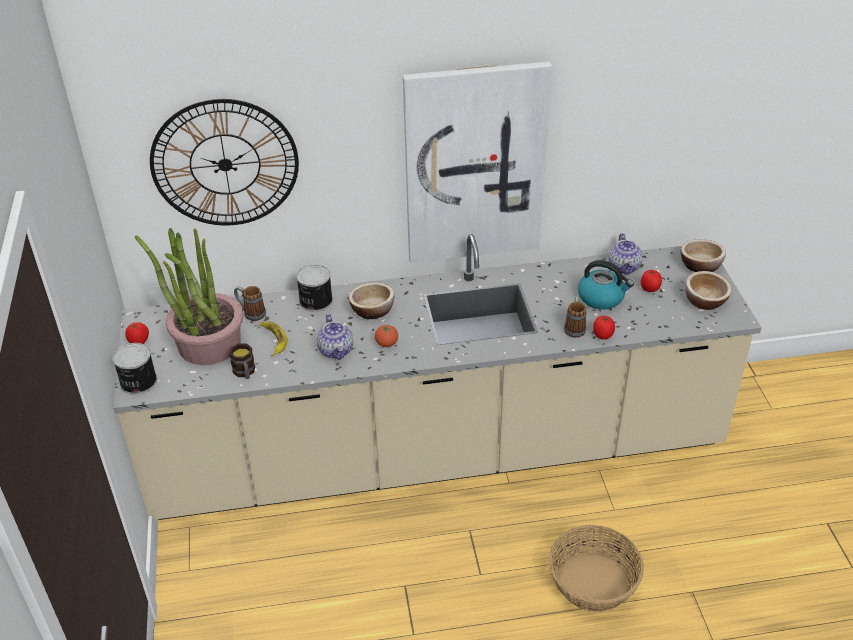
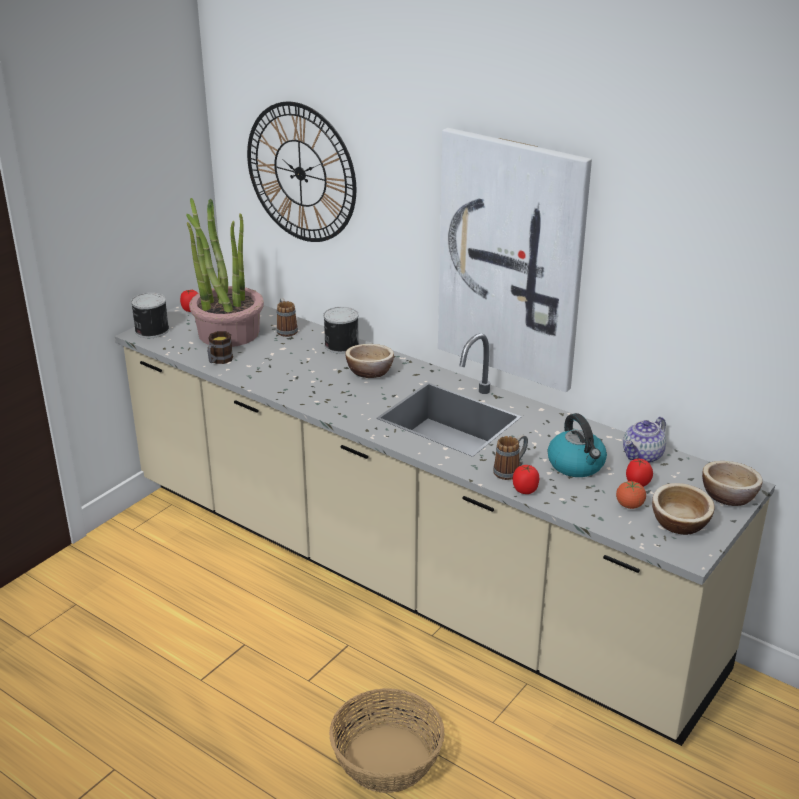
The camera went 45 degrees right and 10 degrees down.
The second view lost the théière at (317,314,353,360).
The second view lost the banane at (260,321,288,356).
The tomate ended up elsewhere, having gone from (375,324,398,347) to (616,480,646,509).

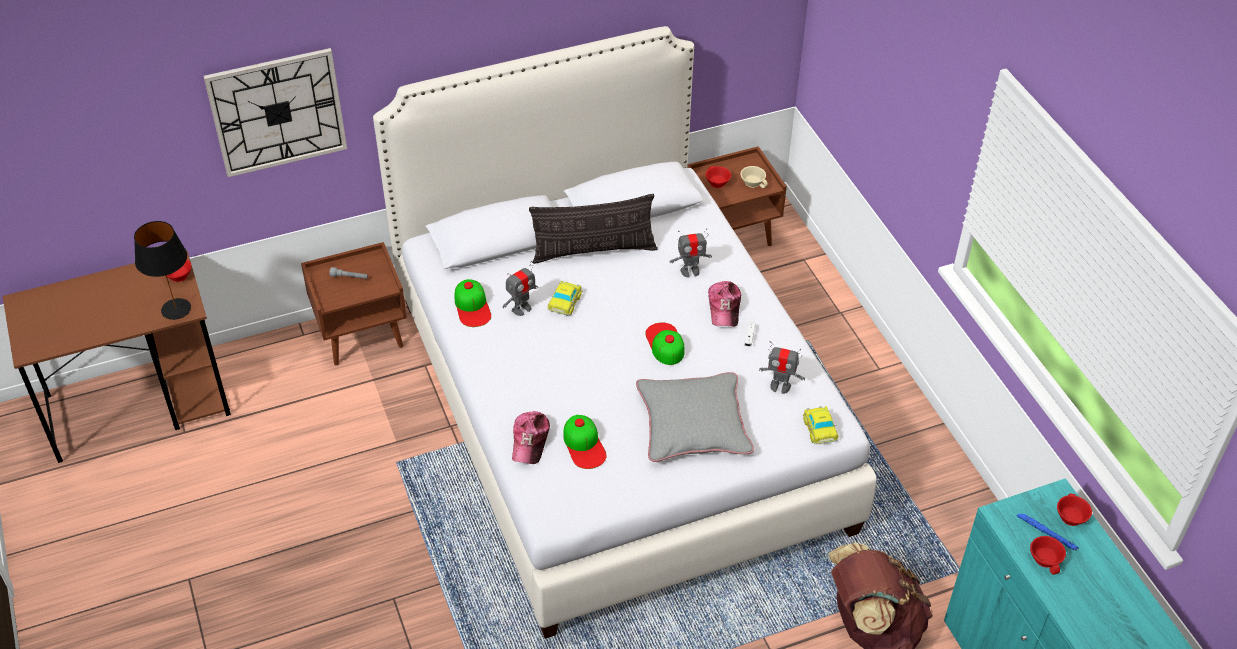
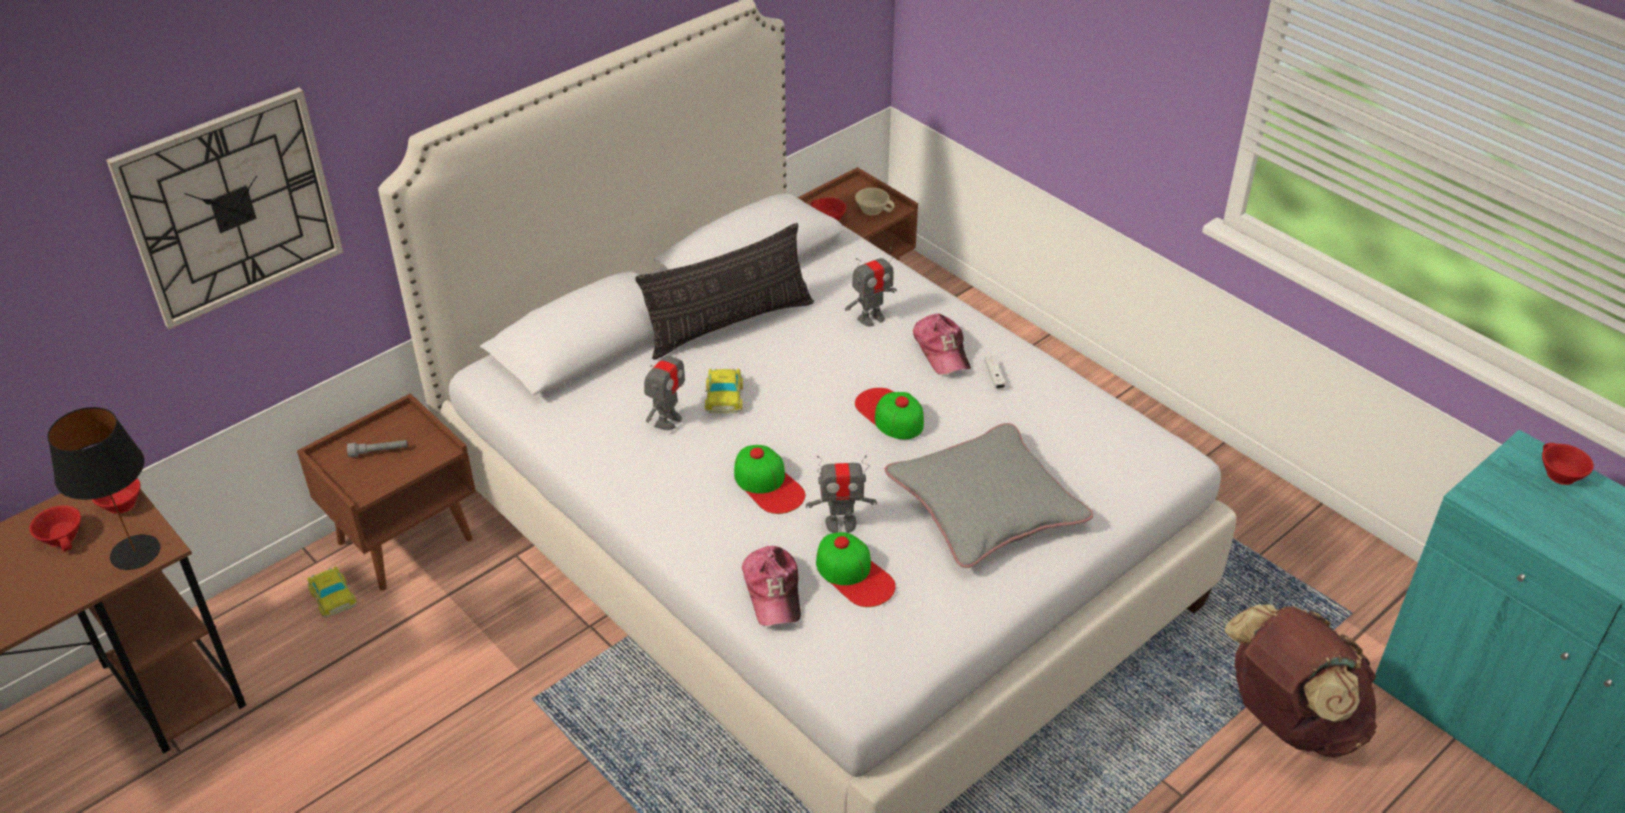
The camera went 20 degrees left and 5 degrees down.
The casquette ended up elsewhere, having gone from (455,279,491,327) to (734,445,805,514).
The robot jouet ended up elsewhere, having gone from (759,341,805,394) to (806,455,877,533).
The petite voiture ended up elsewhere, having gone from (803,406,839,444) to (307,566,357,617).
The second view lost the lampe de poche [bleu] at (1017,514,1079,551).
The tasse [rouge] ended up elsewhere, having gone from (1030,536,1066,575) to (29,505,81,552).

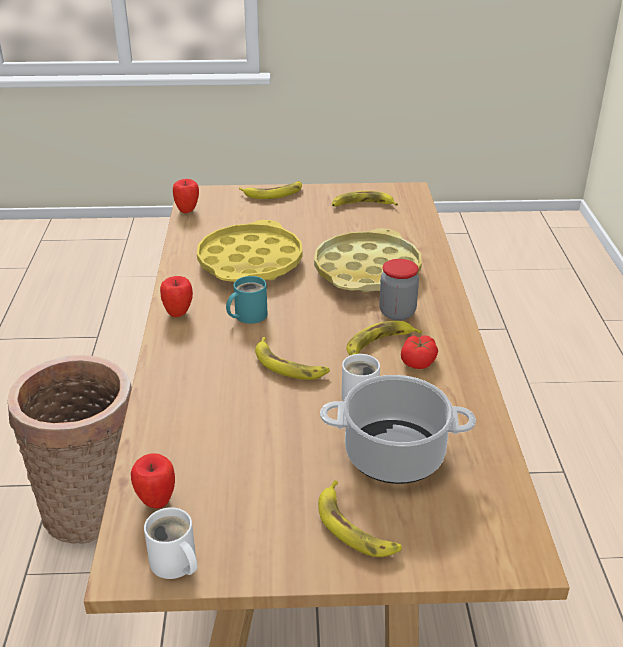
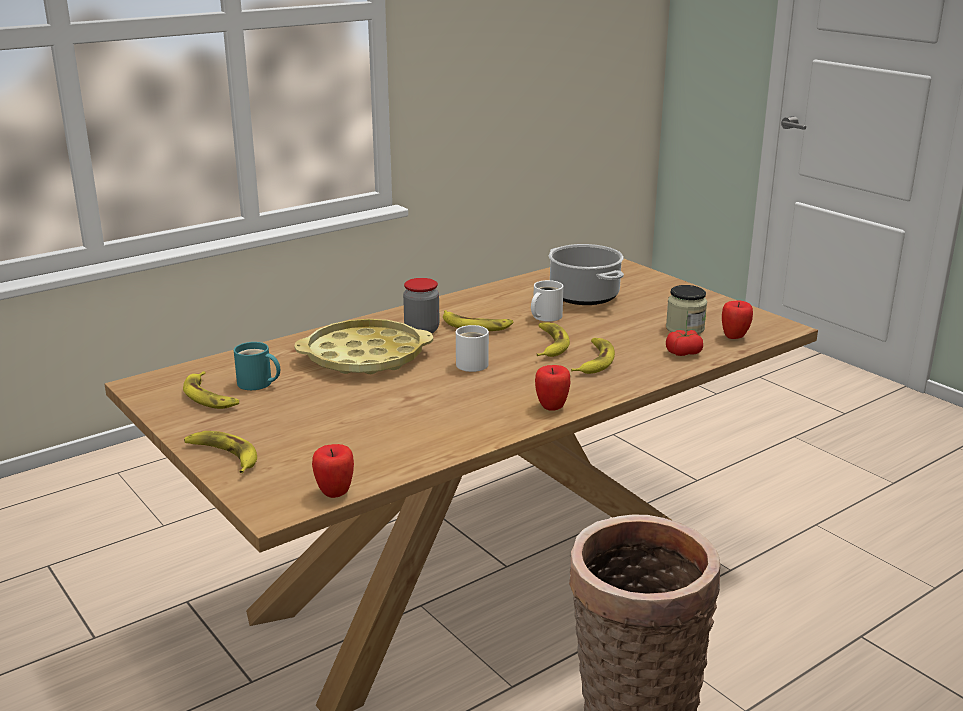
The camera went 125 degrees left and 10 degrees down.
The second view lost the plateau [jaune] at (197,220,302,282).
The mug [turquoise] ended up elsewhere, having gone from (226,276,267,324) to (234,342,280,390).
The tomate ended up elsewhere, having gone from (401,335,438,369) to (666,330,703,356).
The banane ended up elsewhere, having gone from (318,480,402,557) to (571,338,615,374).
The mug [blanc] ended up elsewhere, having gone from (144,507,197,579) to (456,325,489,372).
The second view gained the bocal at (666,285,707,334).

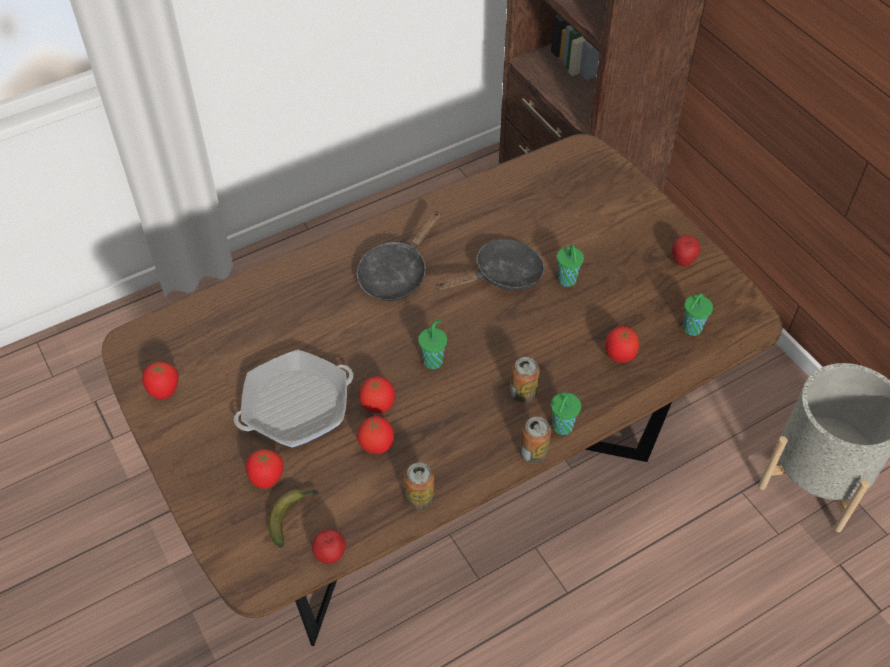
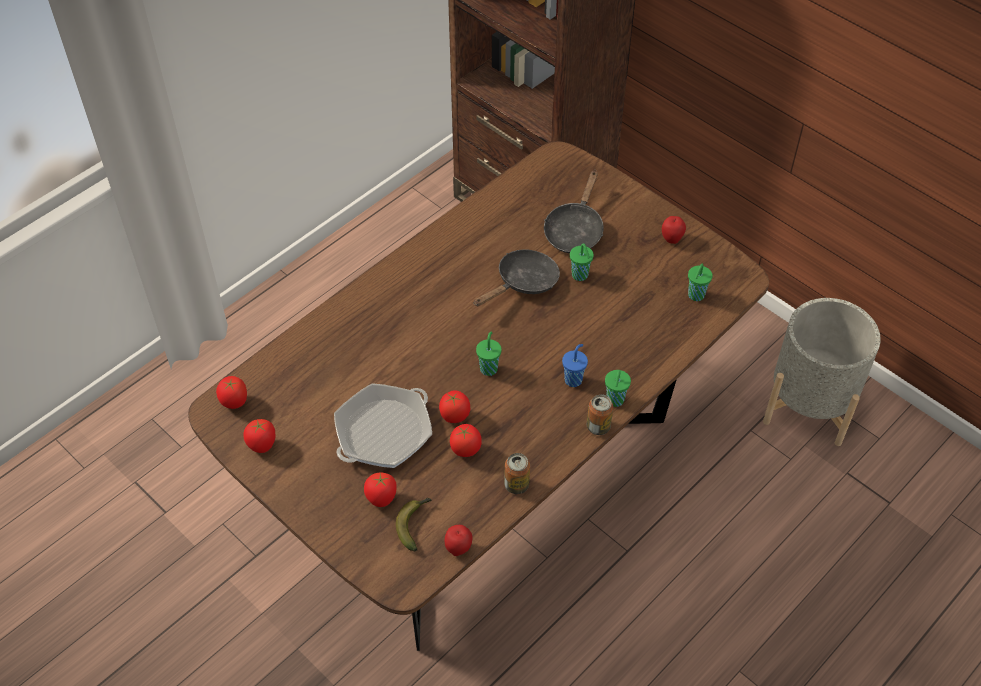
The camera went 15 degrees left and 0 degrees up.
The poêle [noir] ended up elsewhere, having gone from (357,210,441,301) to (544,170,604,253).
The tomate ended up elsewhere, having gone from (605,326,639,363) to (216,376,247,409).
Where the boîte métallique stood at (510,357,540,403), the tasse [bleu] came to stand at (562,344,588,387).

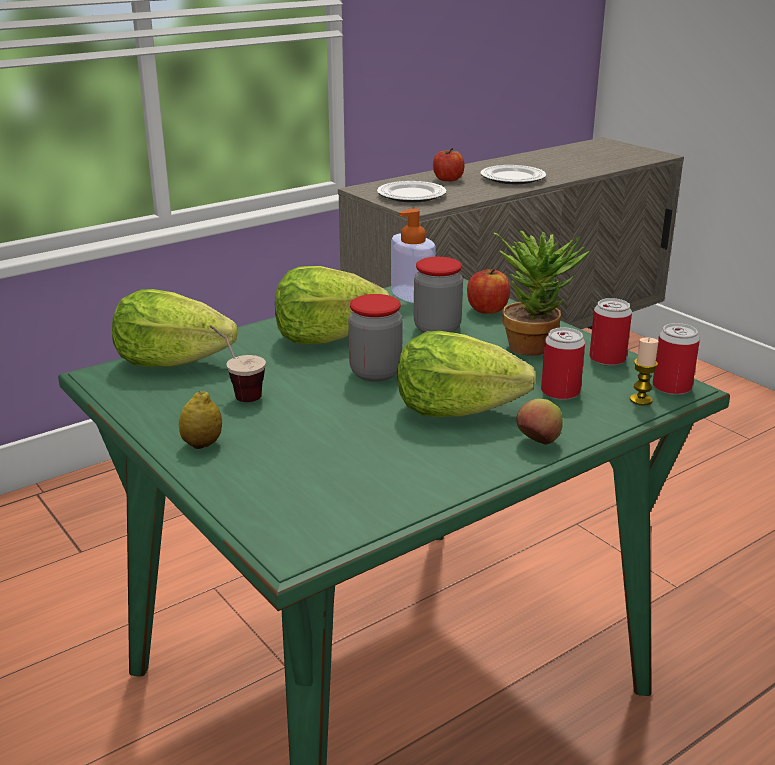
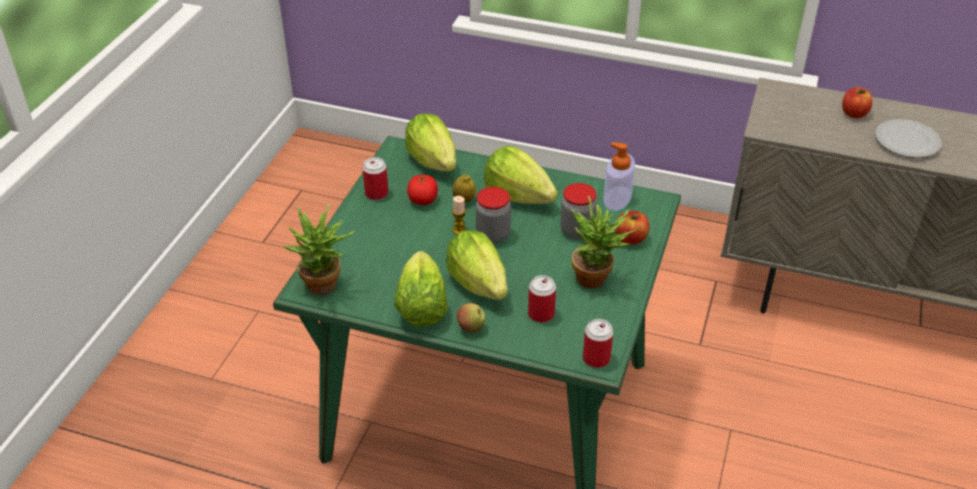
The camera went 55 degrees right and 15 degrees up.
The second view lost the assiette at (377,181,447,203).
The boîte métallique ended up elsewhere, having gone from (589,298,632,366) to (362,157,388,200).
Where the tasse stood at (210,325,266,402), the tomate came to stand at (407,175,438,205).
The bougie ended up elsewhere, having gone from (630,337,659,406) to (452,196,466,234).
The citron ended up elsewhere, having gone from (179,391,222,449) to (453,174,476,203).
The second view gained the plante en pot at (283,203,355,295).
The second view gained the laitue at (394,251,448,326).

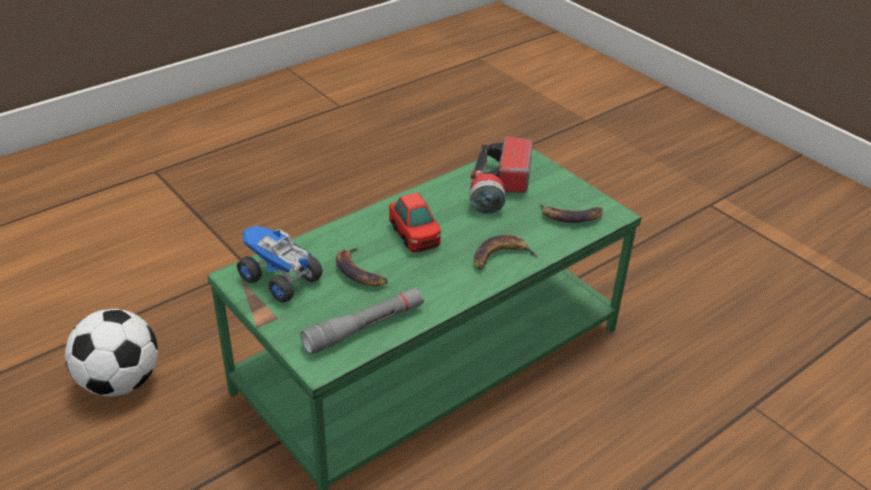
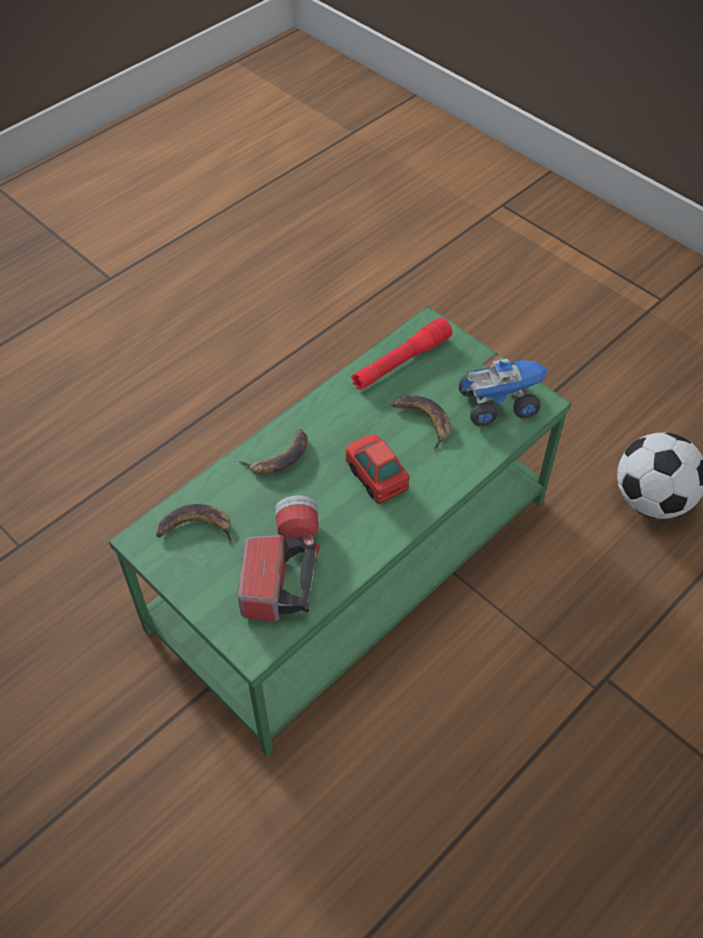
The camera went 175 degrees right and 15 degrees up.
The camion jouet at (237,226,323,302) ended up facing another way, 45 degrees counterclockwise from before.
What was the lampe de poche [gris] at (301,287,424,355) turned into the lampe de poche [rouge] at (351,317,452,390).

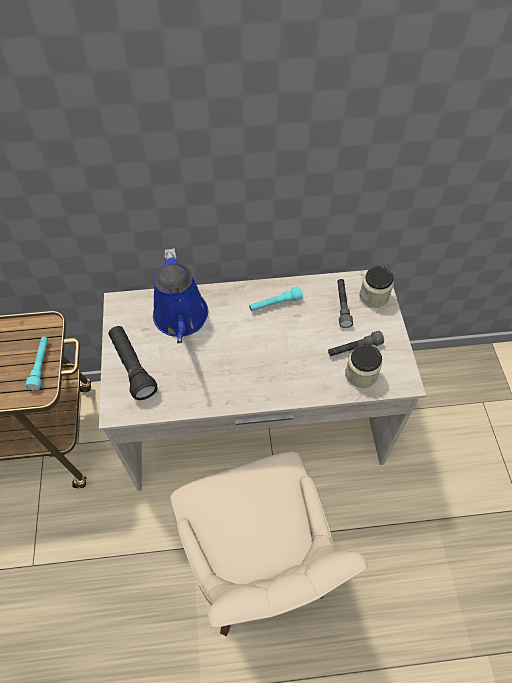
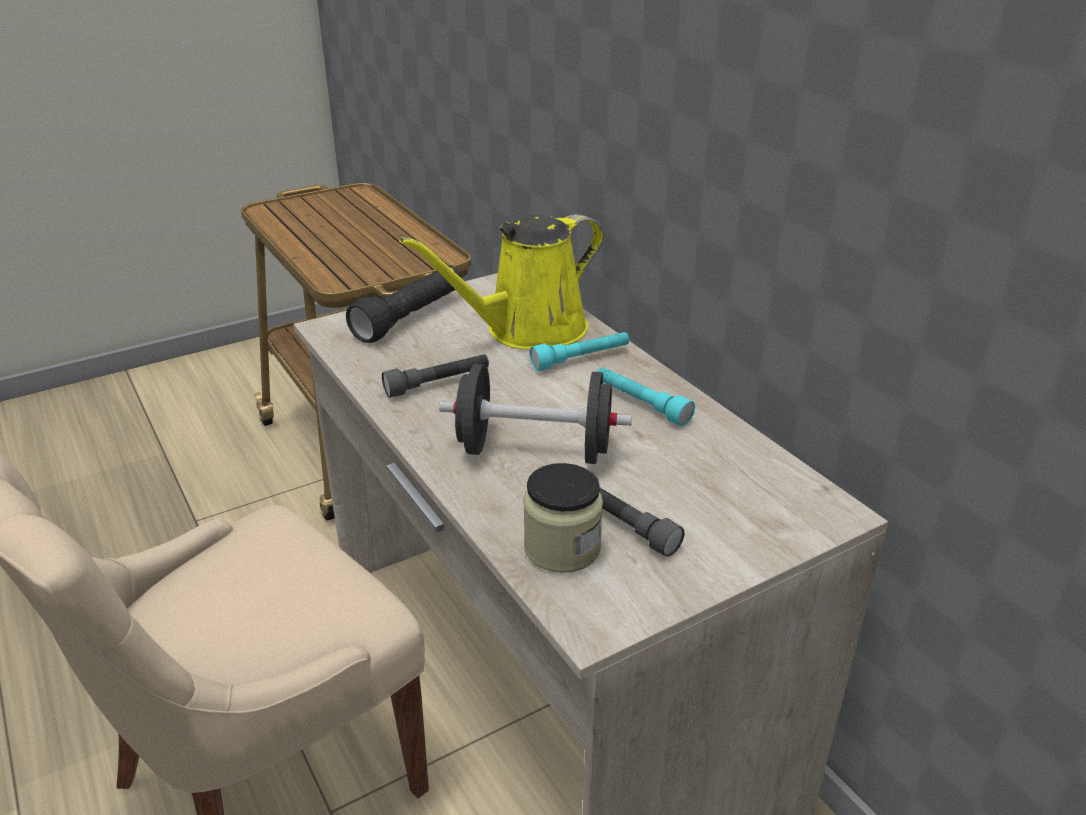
The camera went 65 degrees right and 25 degrees down.
What was the arrosoir [bleu] at (153,248,208,344) turned into the arrosoir [jaune] at (399,214,604,349).
The second view lost the bocal at (359,266,394,308).
The lampe de poche [gris] ended up elsewhere, having gone from (337,279,353,328) to (382,354,489,398).
The lampe de poche [turquoise] ended up elsewhere, having gone from (25,337,48,390) to (530,332,629,371).
The second view gained the haltère [noir] at (439,364,632,464).

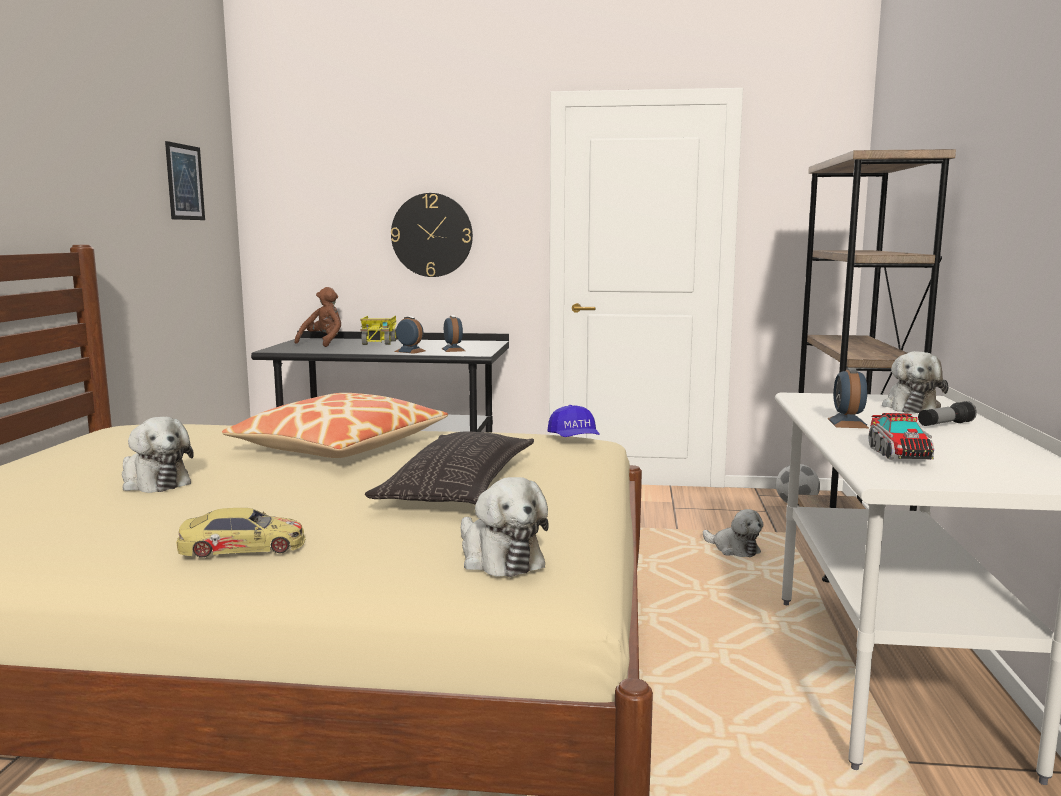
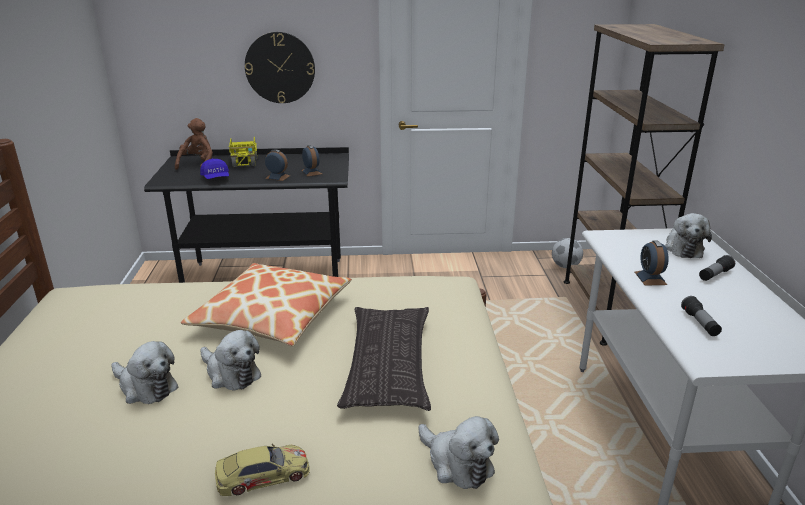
The camera went 10 degrees left and 15 degrees up.
The second view lost the tableau at (165,141,205,220).
The casquette [bleu] ended up elsewhere, having gone from (547,405,600,437) to (200,158,229,179).
Where the camion jouet stood at (869,413,934,460), the lampe de poche came to stand at (681,296,722,336).
The peluche ended up elsewhere, having gone from (703,509,764,557) to (200,330,261,391).

